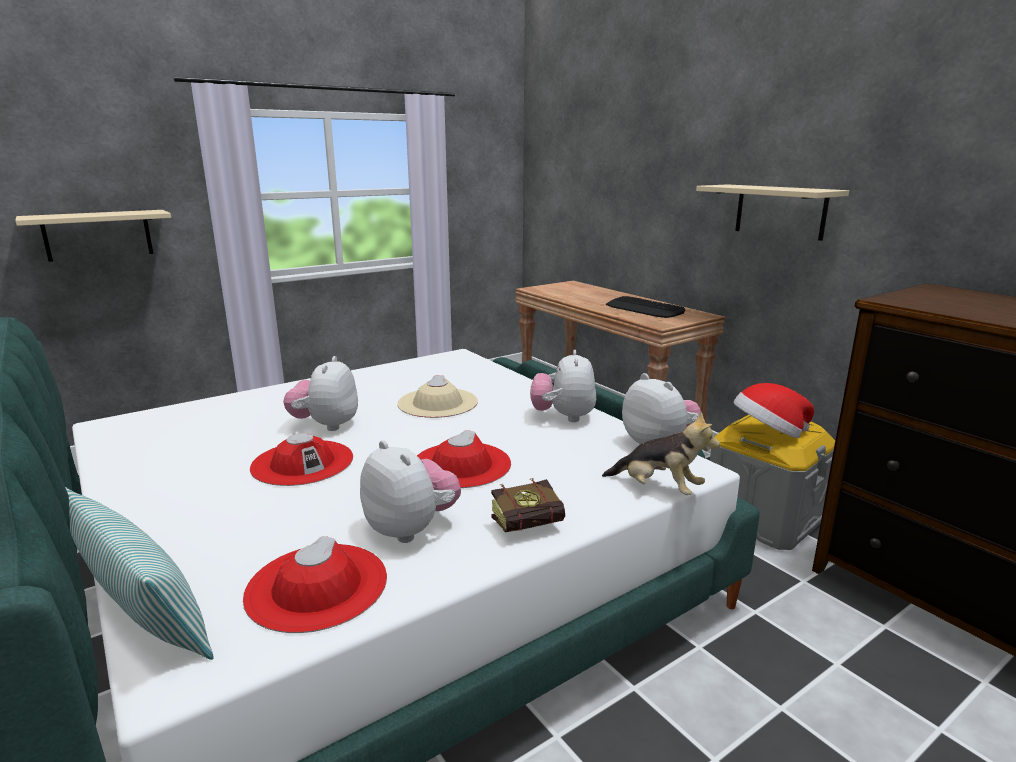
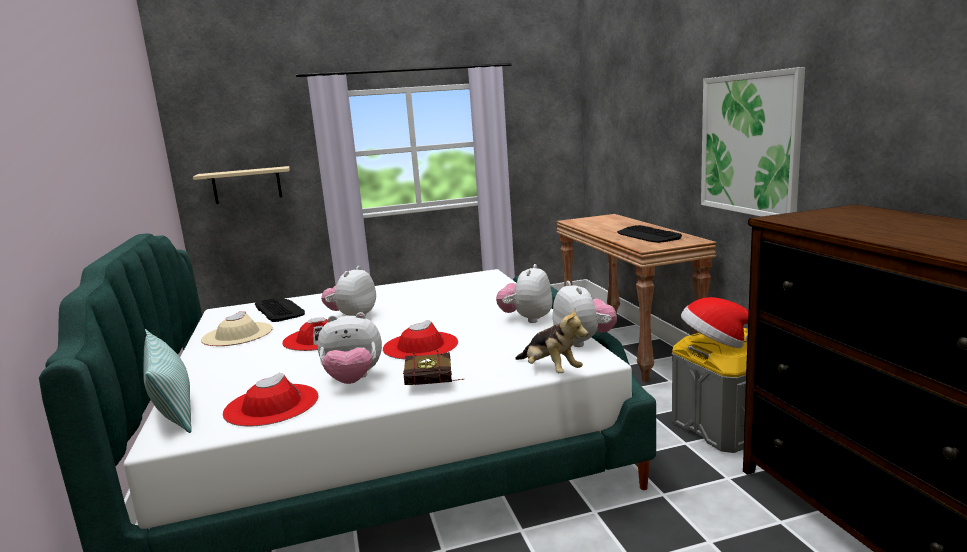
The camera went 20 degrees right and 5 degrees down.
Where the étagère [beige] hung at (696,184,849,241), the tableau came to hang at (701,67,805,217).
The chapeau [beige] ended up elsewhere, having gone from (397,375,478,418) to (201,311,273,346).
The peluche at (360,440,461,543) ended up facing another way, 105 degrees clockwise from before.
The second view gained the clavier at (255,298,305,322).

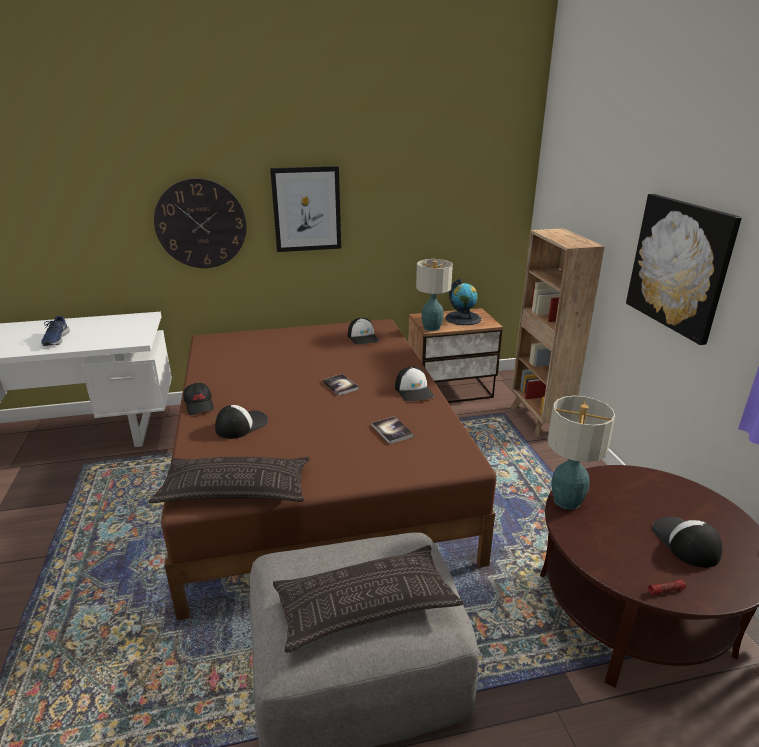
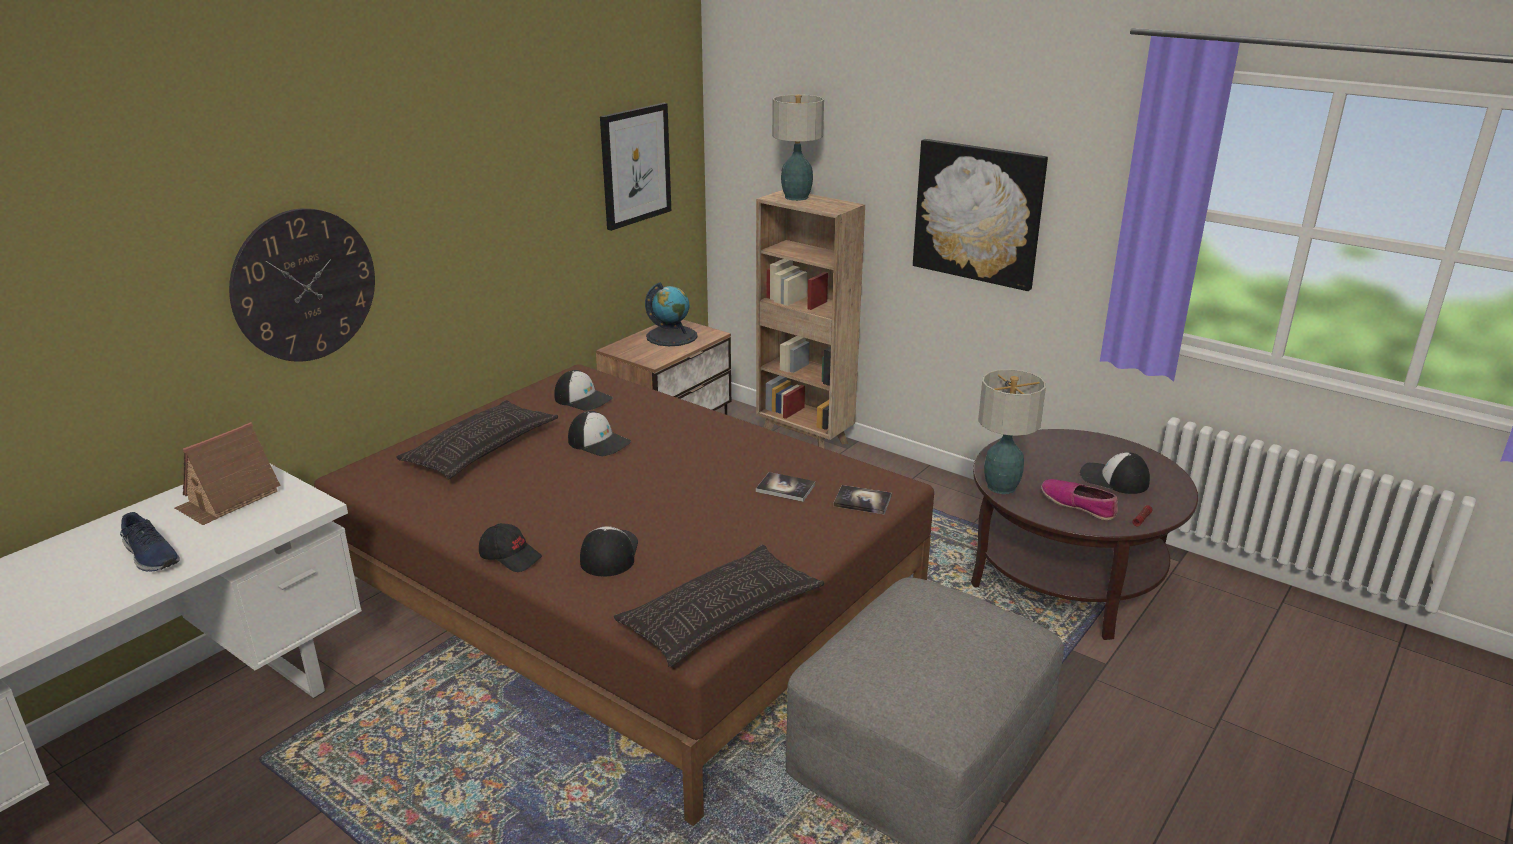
The camera went 40 degrees left and 0 degrees up.
The tableau ended up elsewhere, having gone from (270,166,341,252) to (600,103,671,231).
The lampe de table ended up elsewhere, having gone from (416,259,453,331) to (772,94,824,201).
The casquette ended up elsewhere, having gone from (395,367,434,401) to (568,411,631,456).
The livre ended up elsewhere, having gone from (322,374,359,396) to (833,485,892,514).
The coussin ended up elsewhere, having gone from (273,545,463,653) to (396,400,558,479).
The second view gained the maison miniature at (175,422,281,525).
The second view gained the chaussure at (1041,479,1118,520).

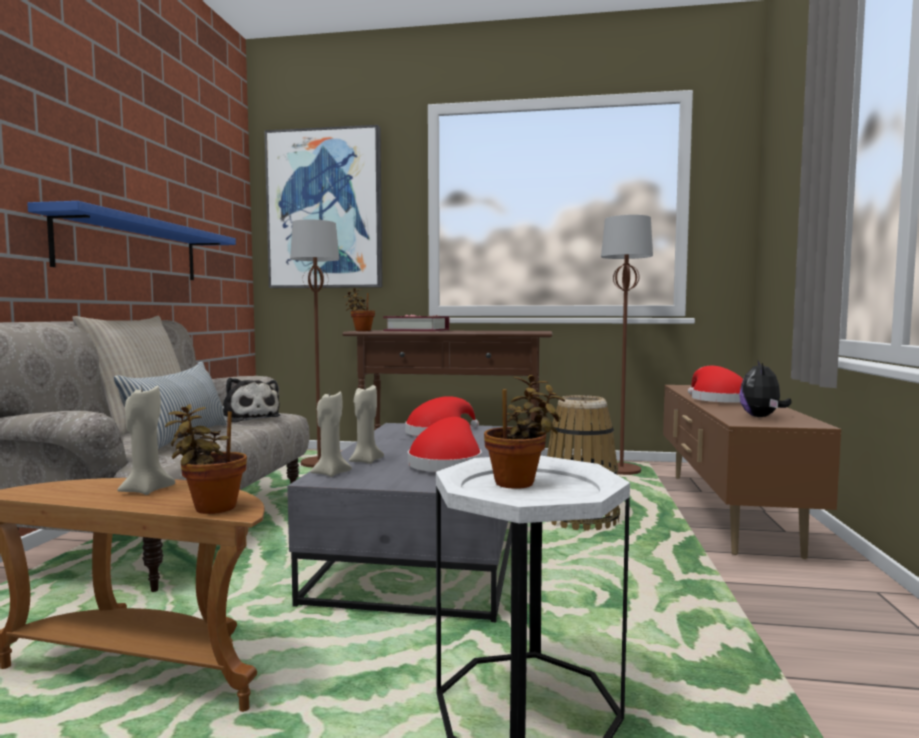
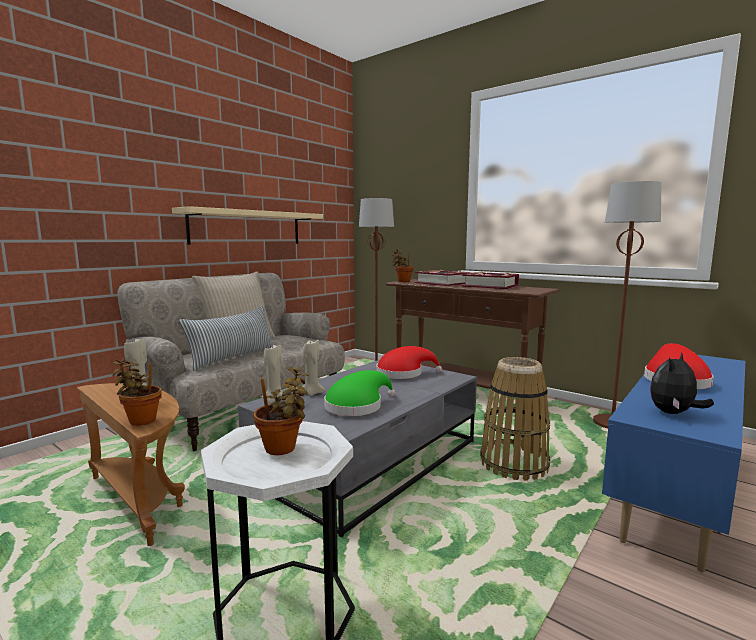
The camera went 30 degrees right and 5 degrees up.
The second view lost the tableau at (265,125,382,288).
What was the étagère [bleu] at (27,201,236,280) turned into the étagère [beige] at (172,206,323,245).
The second view lost the peluche at (223,378,280,422).
What was the meuble télé [marron] at (663,385,841,559) turned into the meuble télé [bleu] at (602,355,745,573).
What was the chapeau [rouge] at (408,417,482,472) turned into the chapeau [vert] at (324,370,396,416).
The second view gained the livre at (462,272,519,289).

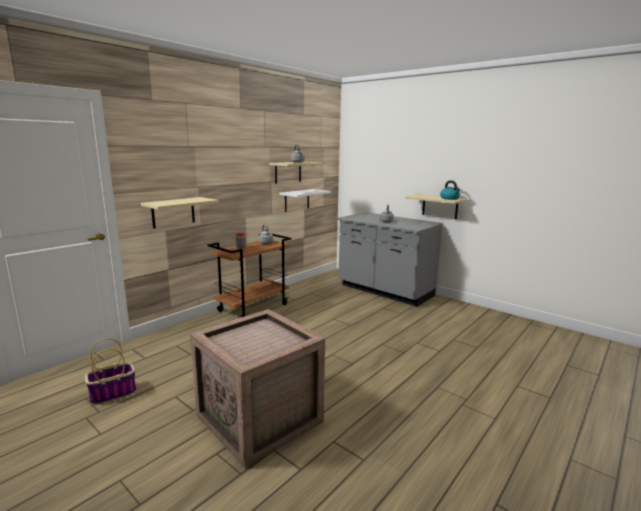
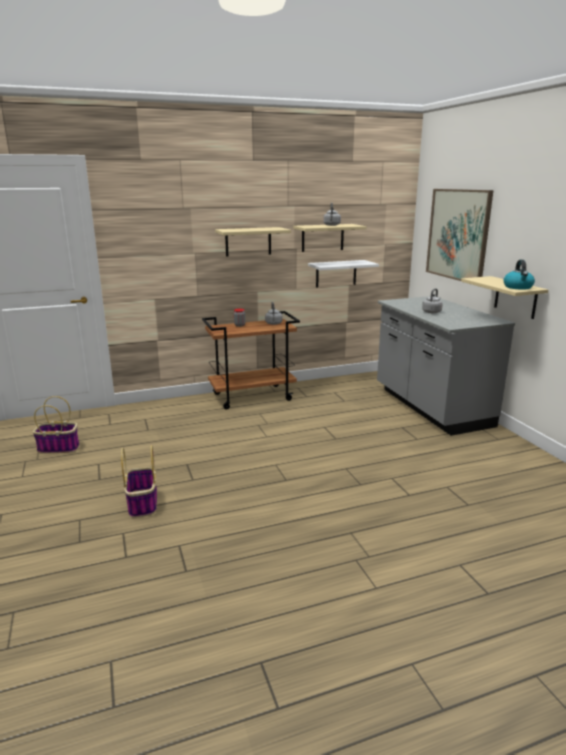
The camera went 30 degrees right and 5 degrees up.
The étagère [beige] ended up elsewhere, having gone from (141,197,219,228) to (215,227,291,257).
Where the caisse stood at (190,309,325,468), the panier came to stand at (121,445,157,518).
The second view gained the tableau at (426,189,494,281).

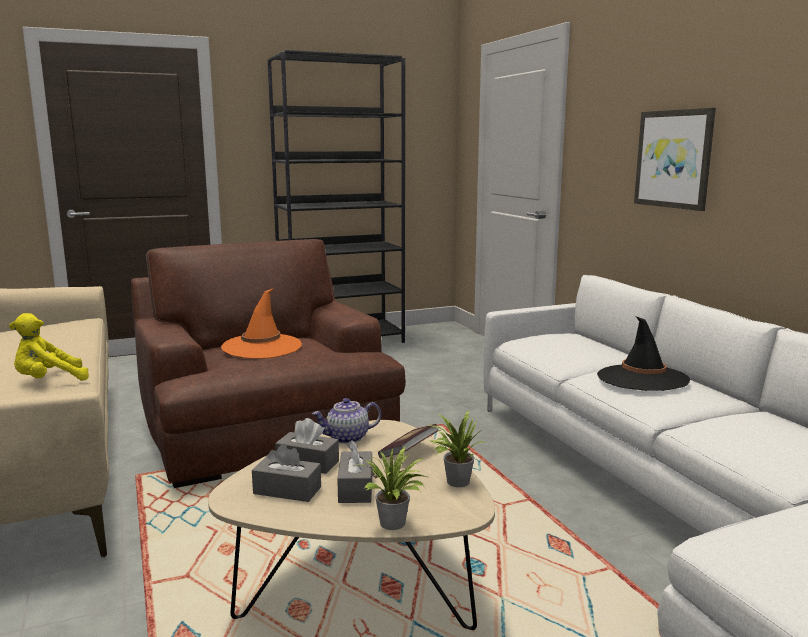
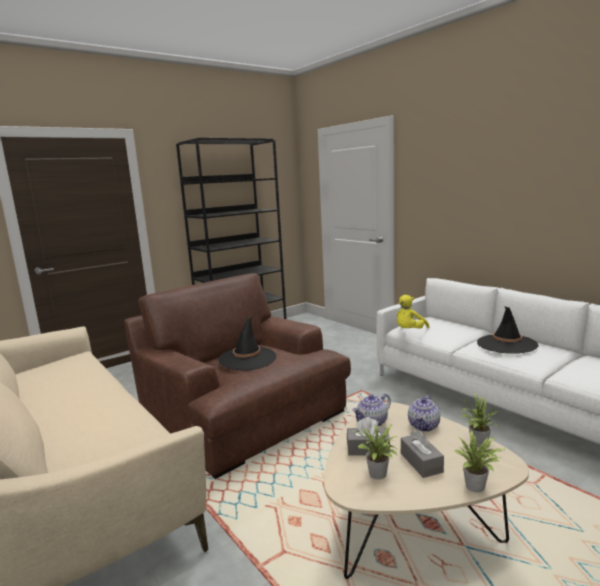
The camera went 15 degrees left and 0 degrees up.
The second view lost the tableau at (634,108,716,211).
What was the chapeau [orange] at (221,288,302,359) turned into the chapeau [noir] at (218,315,276,370).
The peluche [jaune] ended up elsewhere, having gone from (9,313,89,381) to (397,295,429,329).
Where the livre stood at (378,424,439,458), the théière came to stand at (408,394,440,432).
Where the boîte à mouchoirs [gris] stood at (252,444,321,502), the plante en pot came to stand at (351,424,399,479).

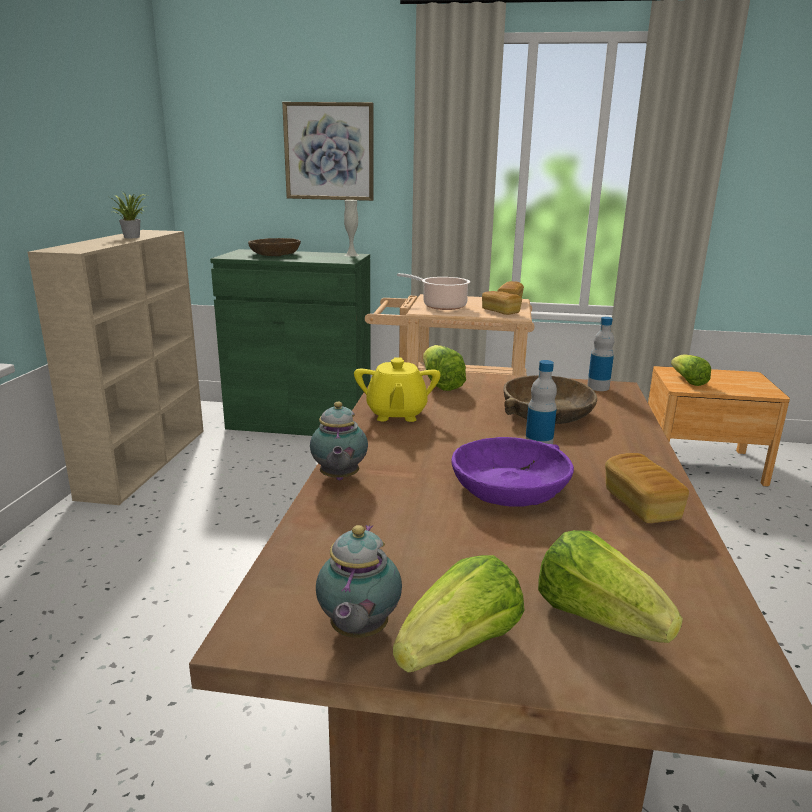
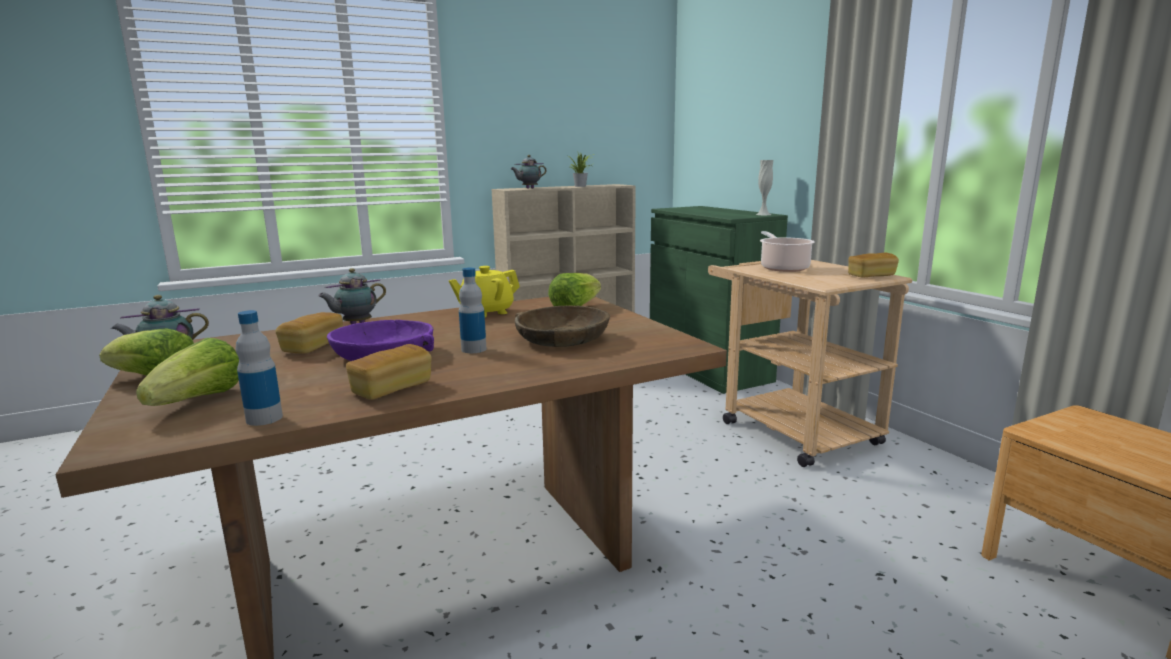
The camera went 55 degrees right and 5 degrees down.
The second view lost the tableau at (282,102,374,201).
The second view lost the bol [marron] at (248,238,301,256).
The pain ended up elsewhere, having gone from (482,291,522,315) to (275,312,343,354).
The bouteille ended up elsewhere, having gone from (587,317,614,391) to (236,310,283,426).
The second view lost the laitue at (671,354,711,386).
The second view gained the théière at (511,155,547,189).

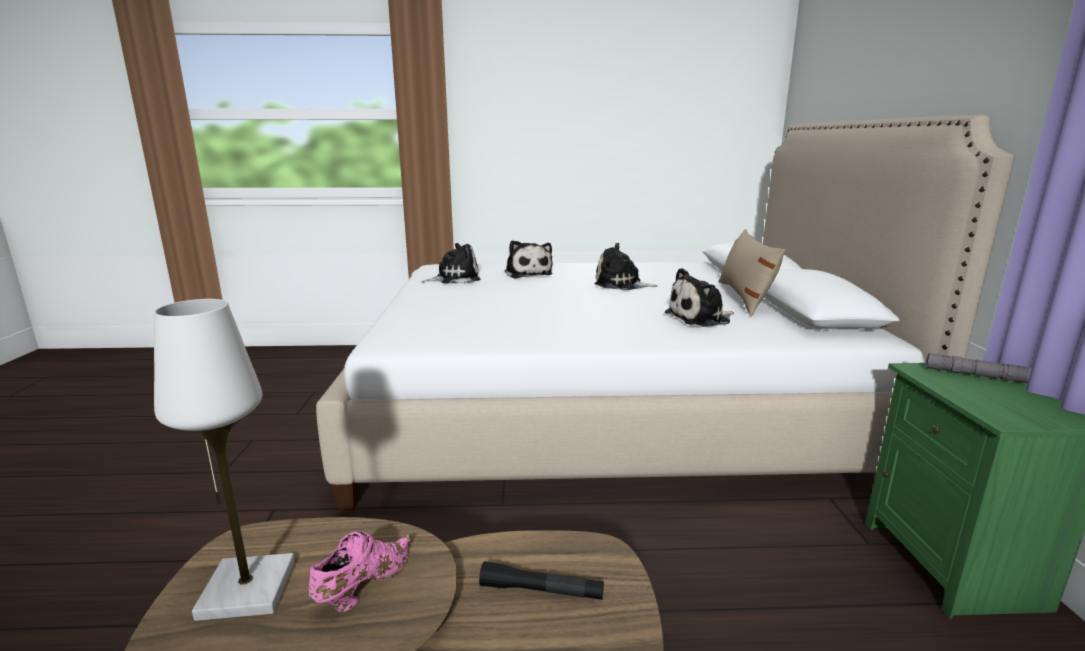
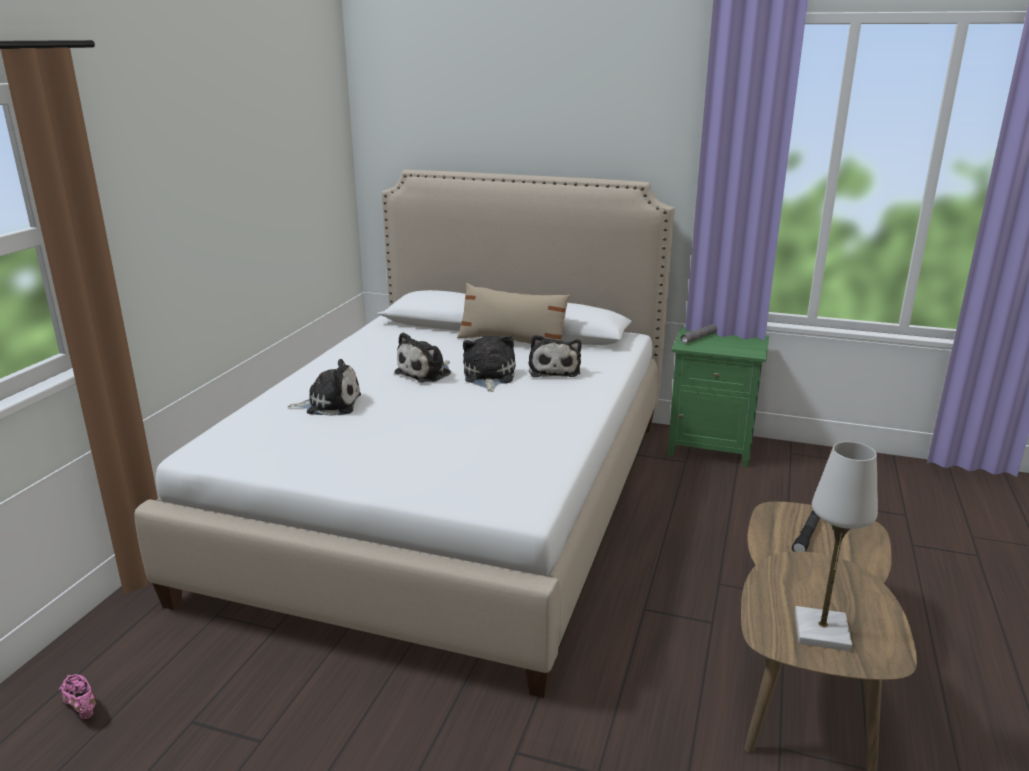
The camera went 70 degrees left and 5 degrees up.
The peluche ended up elsewhere, having gone from (422,243,480,283) to (463,335,515,392).
The chaussure [rose] ended up elsewhere, having gone from (309,531,411,612) to (59,674,96,719).

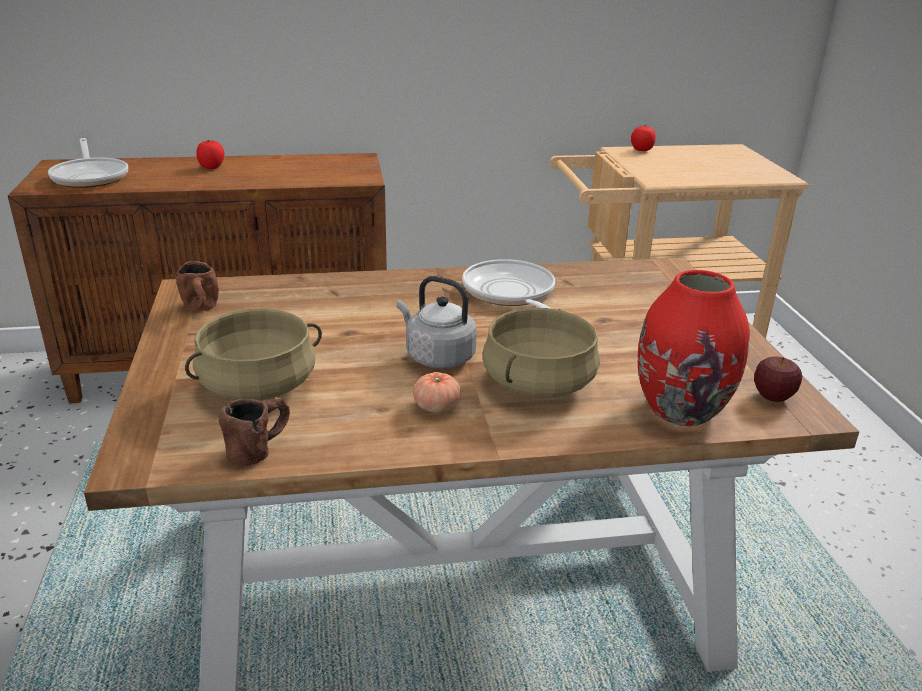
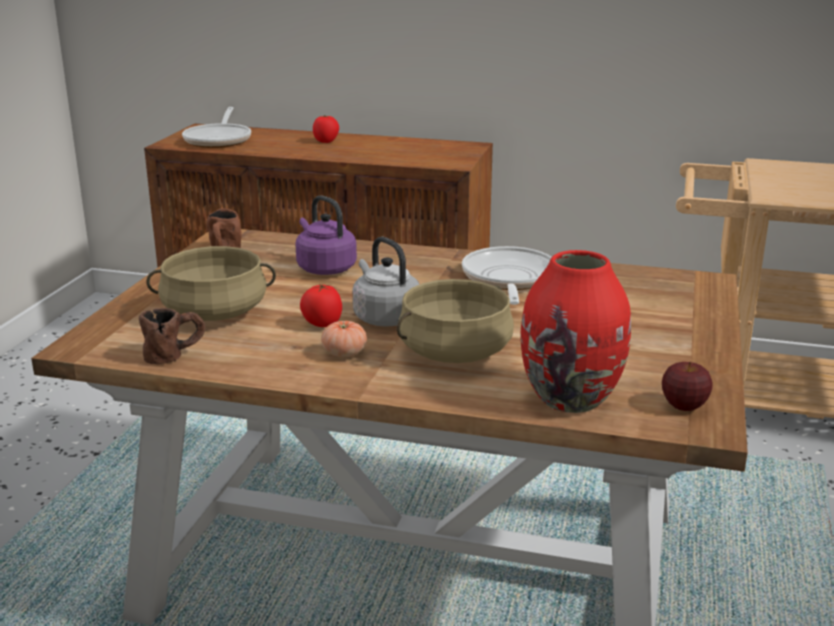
The camera went 25 degrees right and 5 degrees down.
The tomate ended up elsewhere, having gone from (631,125,656,151) to (300,284,342,327).
The second view gained the bouilloire [violet] at (295,195,357,275).

